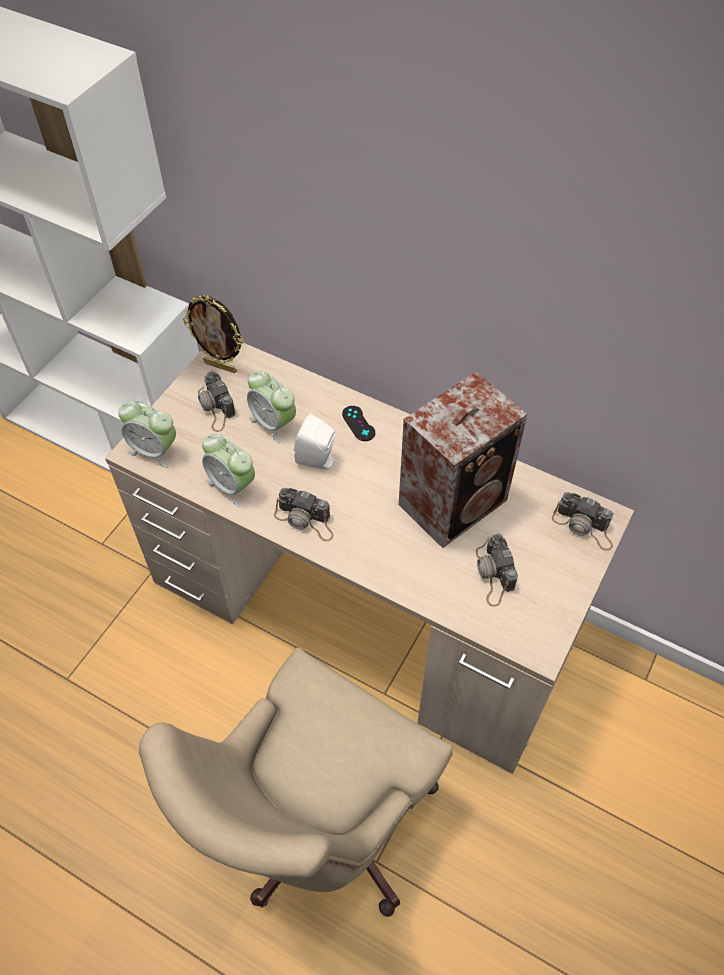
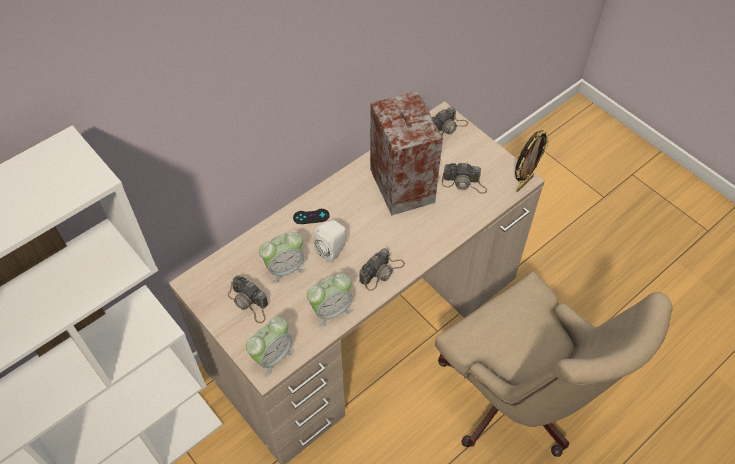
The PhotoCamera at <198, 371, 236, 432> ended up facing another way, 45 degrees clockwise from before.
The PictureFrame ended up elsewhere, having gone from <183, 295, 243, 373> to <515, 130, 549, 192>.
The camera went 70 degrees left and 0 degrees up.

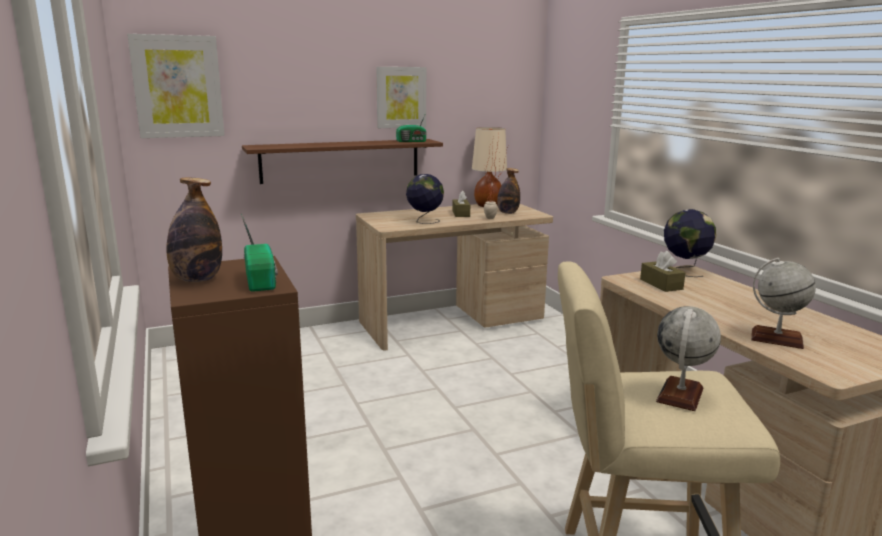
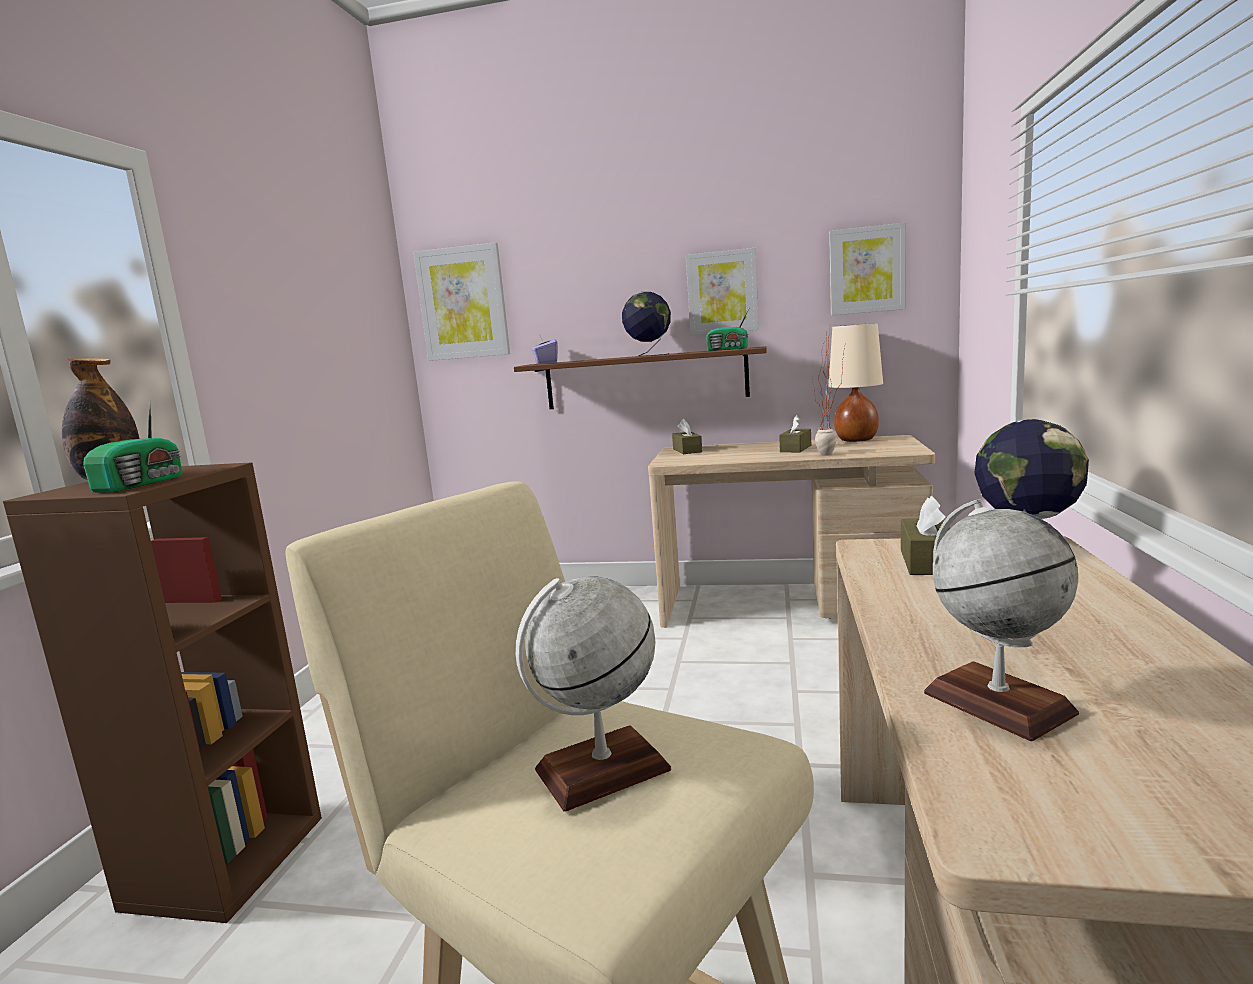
The second view gained the PurpleTissueBox at <531, 334, 558, 364>.
The Globe ended up elsewhere, having gone from <406, 174, 444, 224> to <622, 292, 671, 356>.
The second view gained the BrownTissueBox at <672, 419, 702, 454>.
The second view gained the Picture at <829, 223, 906, 315>.
The second view lost the Bottle at <497, 168, 520, 214>.
The camera went 35 degrees right and 5 degrees down.

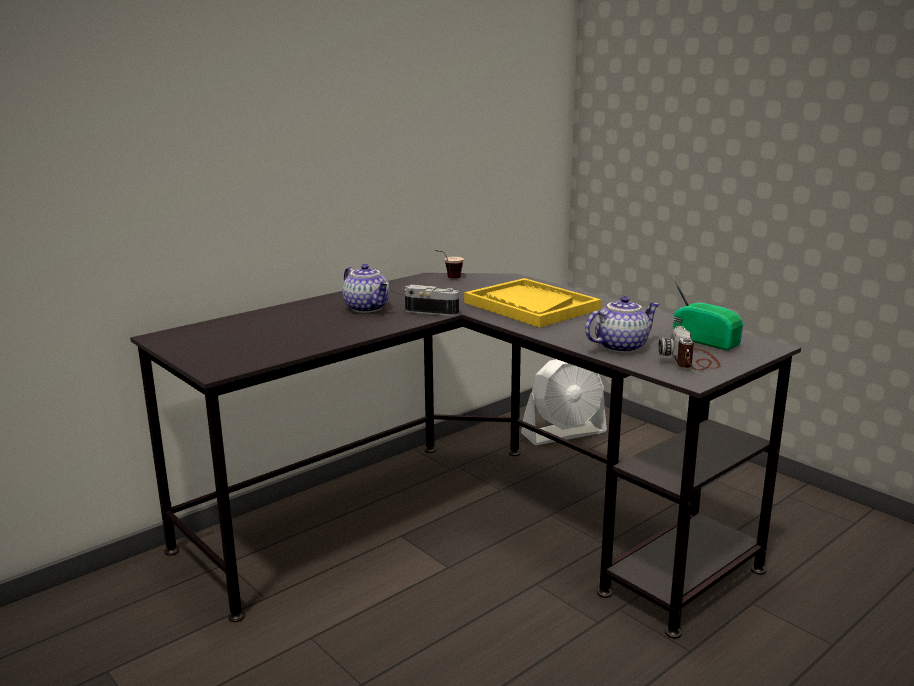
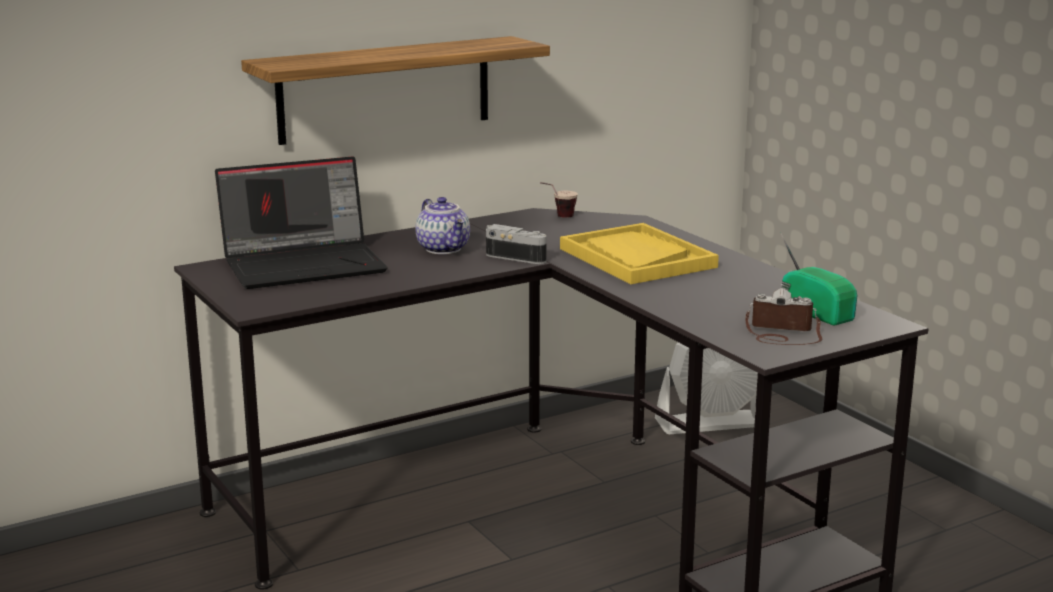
The second view gained the Laptop at <215, 156, 388, 289>.
The second view gained the Shelf at <241, 36, 550, 145>.
The PhotoCamera at <658, 326, 721, 370> ended up facing another way, 90 degrees clockwise from before.
The second view lost the Teapot at <585, 296, 660, 353>.
The camera went 10 degrees right and 0 degrees up.

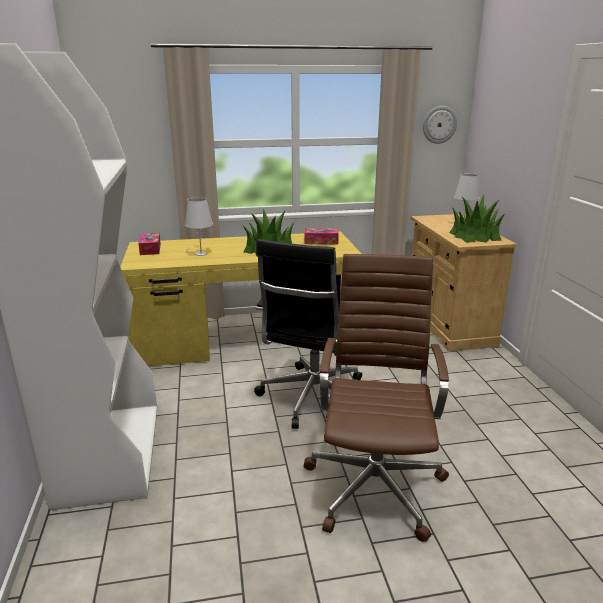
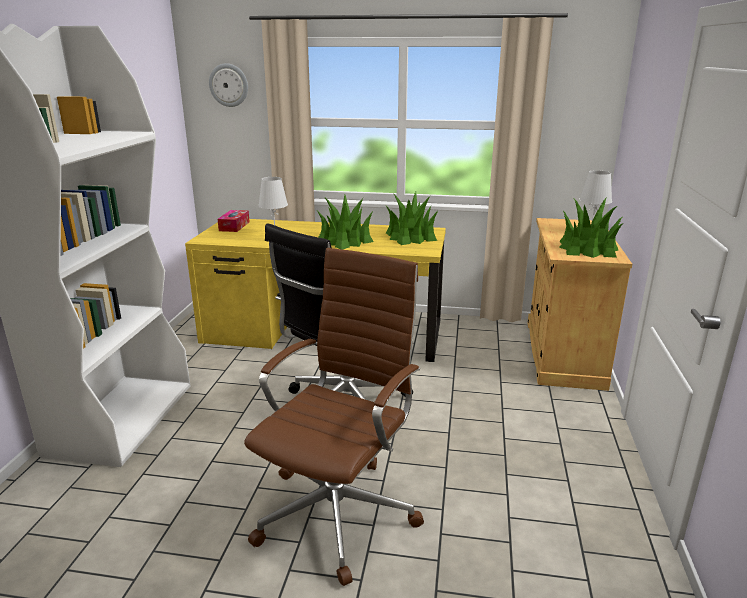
The WallClock ended up elsewhere, having gone from <423, 106, 457, 144> to <209, 63, 248, 107>.
Where the TissueBox stood at <305, 228, 339, 245>, the PottedPlant came to stand at <386, 192, 438, 245>.
The camera went 20 degrees right and 0 degrees up.

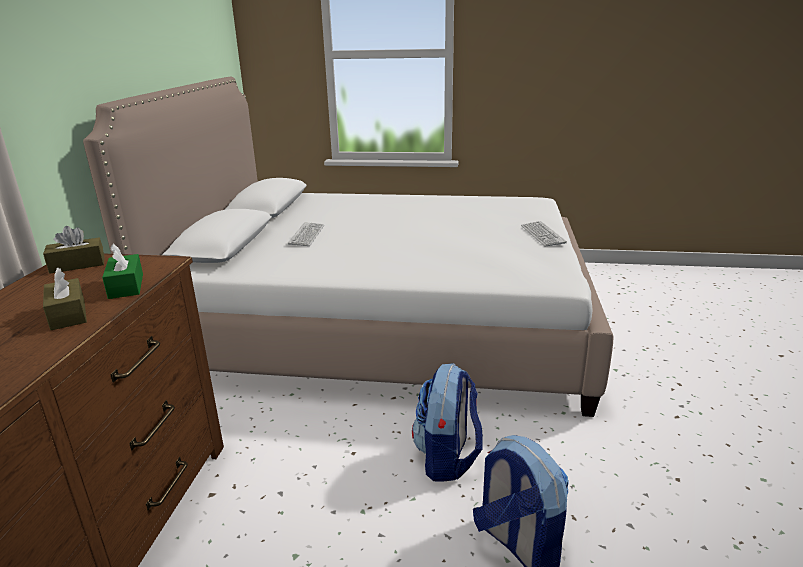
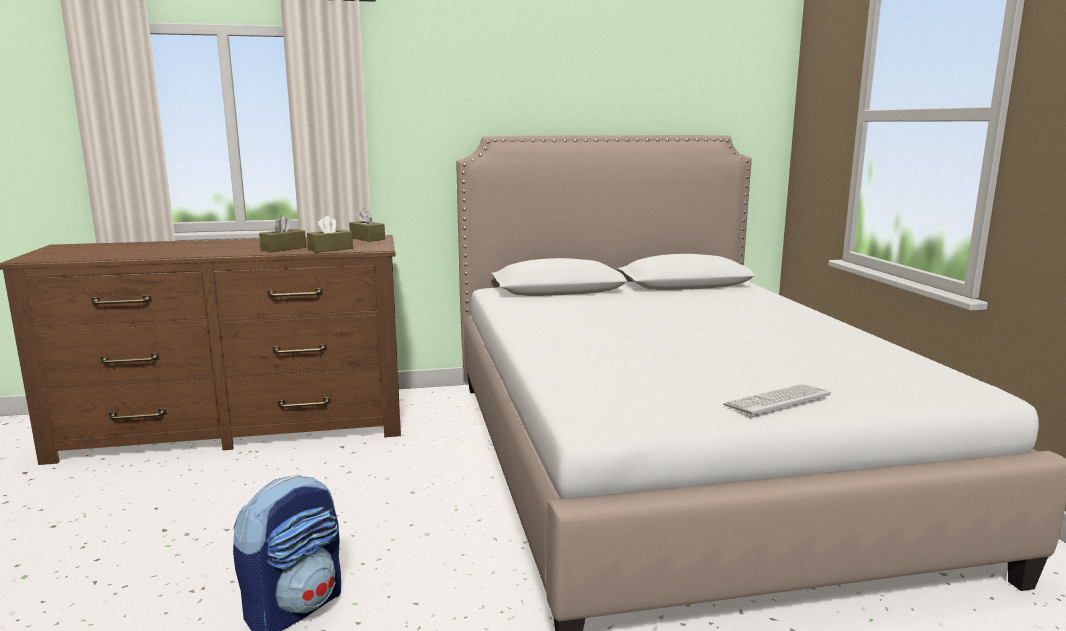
What was the GreenTissueBox at <102, 244, 143, 299> turned into the BrownTissueBox at <307, 216, 353, 253>.
The second view lost the Keyboard at <288, 222, 324, 246>.
The second view lost the Backpack at <412, 364, 483, 482>.
The camera went 70 degrees right and 10 degrees down.

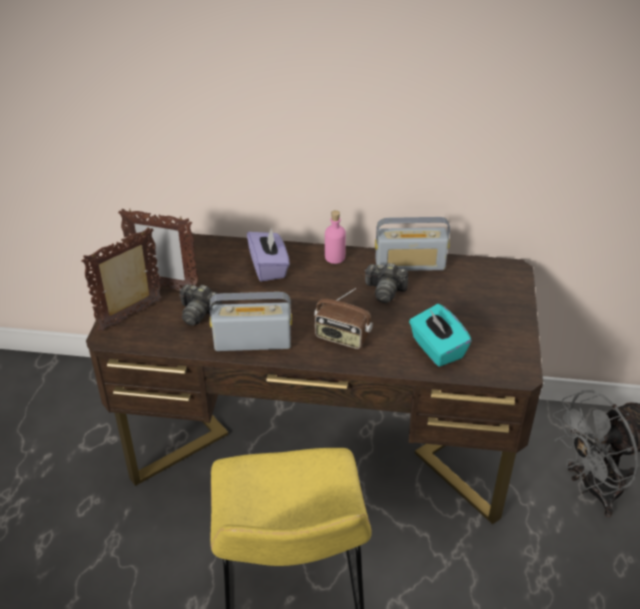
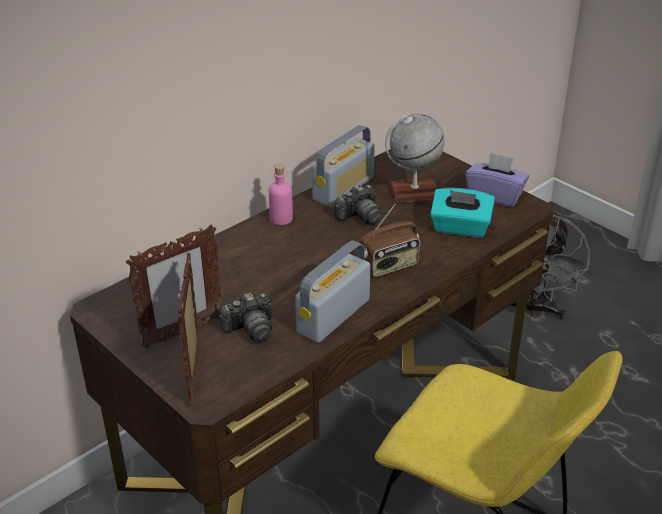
The second view gained the Globe at <385, 114, 445, 204>.
The PurpleTissueBox ended up elsewhere, having gone from <247, 227, 290, 282> to <465, 152, 529, 207>.
The camera went 50 degrees left and 5 degrees down.

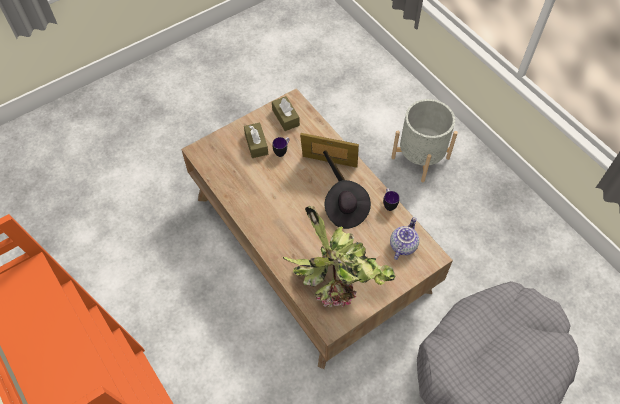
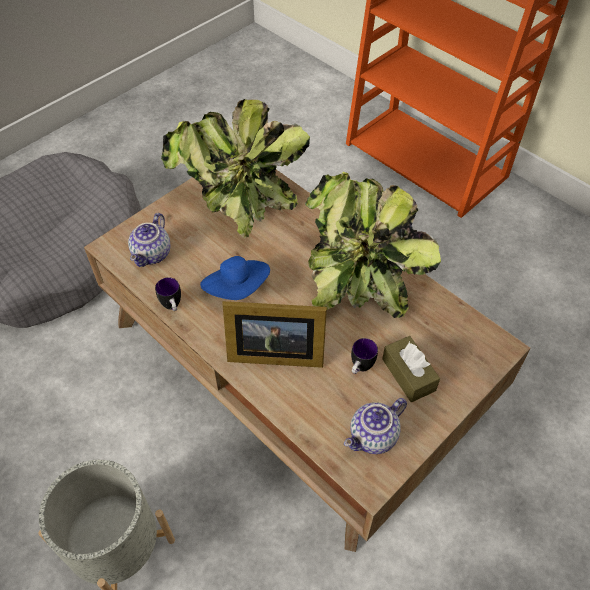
What was the BlackHat at <325, 180, 371, 229> turned into the BlueHat at <200, 256, 270, 300>.
The second view gained the PottedPlant at <305, 172, 441, 318>.
Where the BrownTissueBox stood at <272, 96, 300, 131>, the Teapot came to stand at <344, 398, 407, 454>.
The camera went 170 degrees right and 5 degrees down.

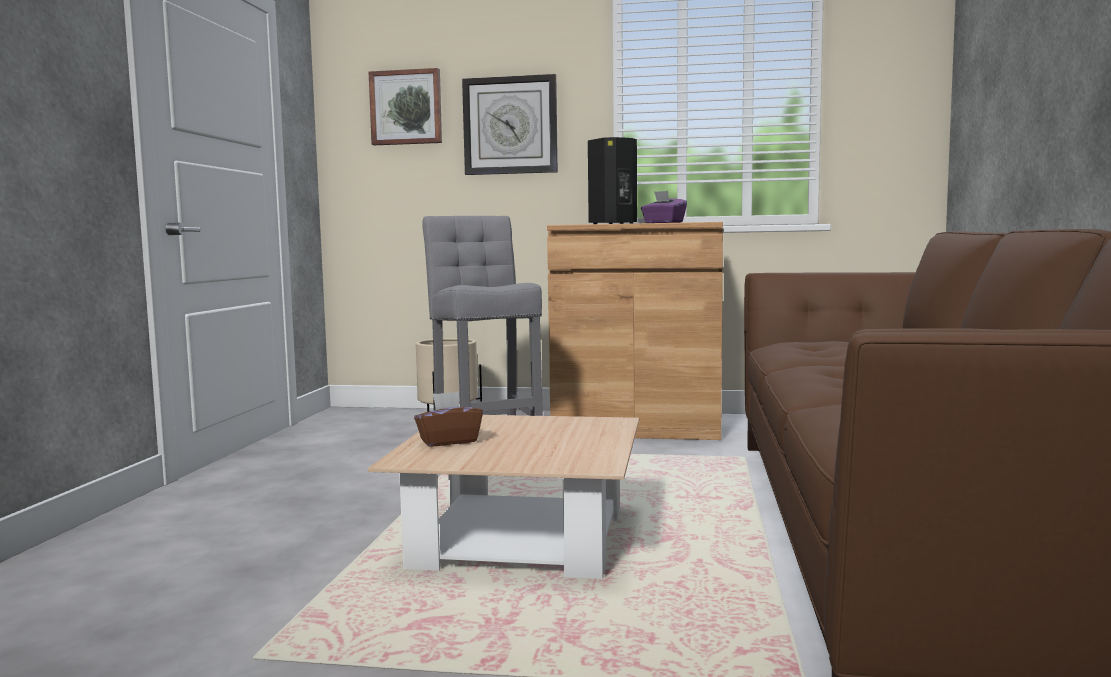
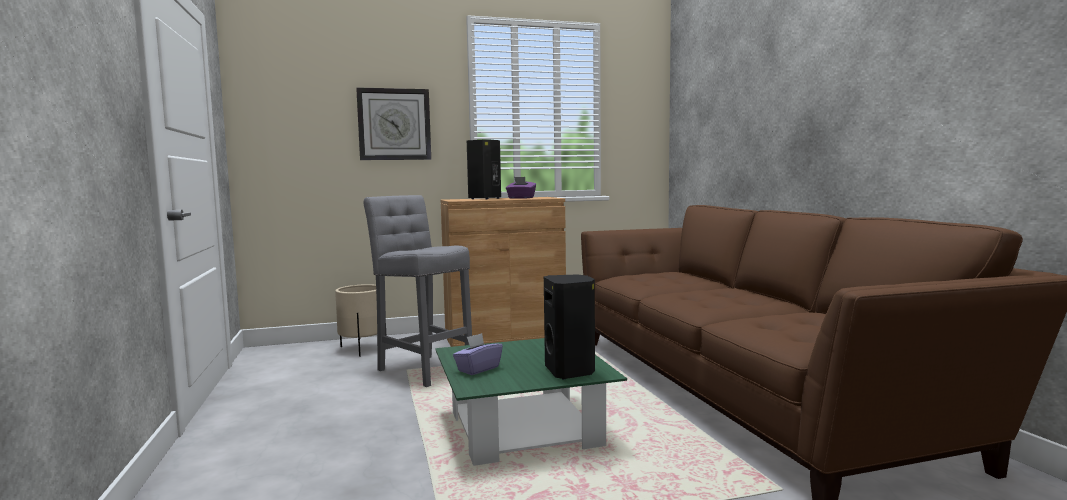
What was the BeigeCoffeeTable at <368, 415, 639, 579> turned into the GreenCoffeeTable at <435, 338, 627, 466>.
What was the BrownTissueBox at <414, 391, 483, 446> turned into the PurpleTissueBox at <453, 333, 503, 375>.
The second view gained the BlackSpeaker at <544, 274, 595, 379>.
The second view lost the Picture at <368, 68, 442, 145>.
The camera went 25 degrees left and 0 degrees up.

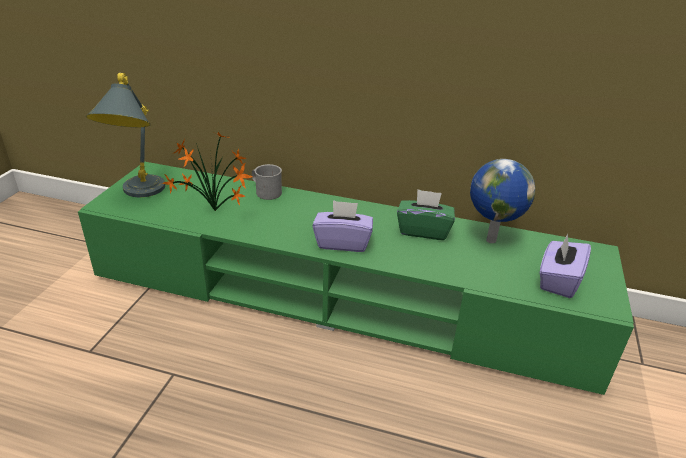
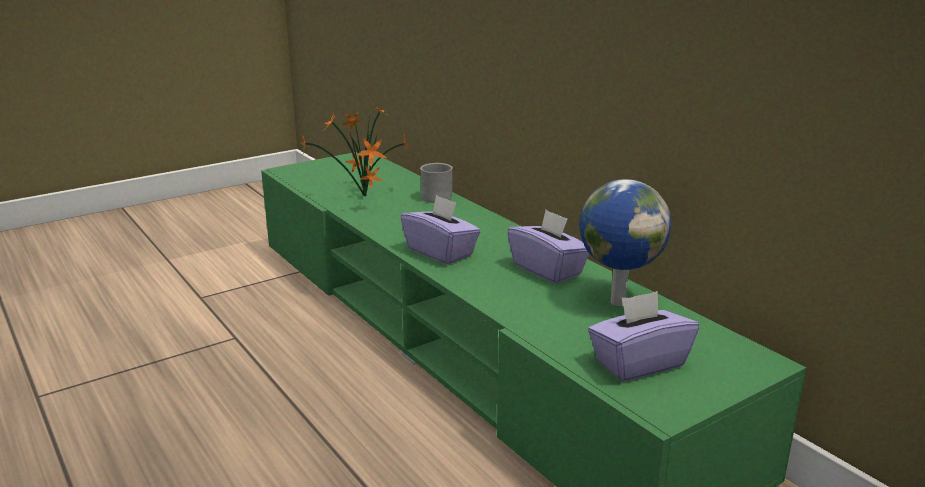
What was the GreenTissueBox at <397, 189, 455, 240> turned into the PurpleTissueBox at <507, 209, 590, 284>.
The second view lost the GreyTableLamp at <86, 73, 165, 197>.
The camera went 40 degrees right and 10 degrees down.

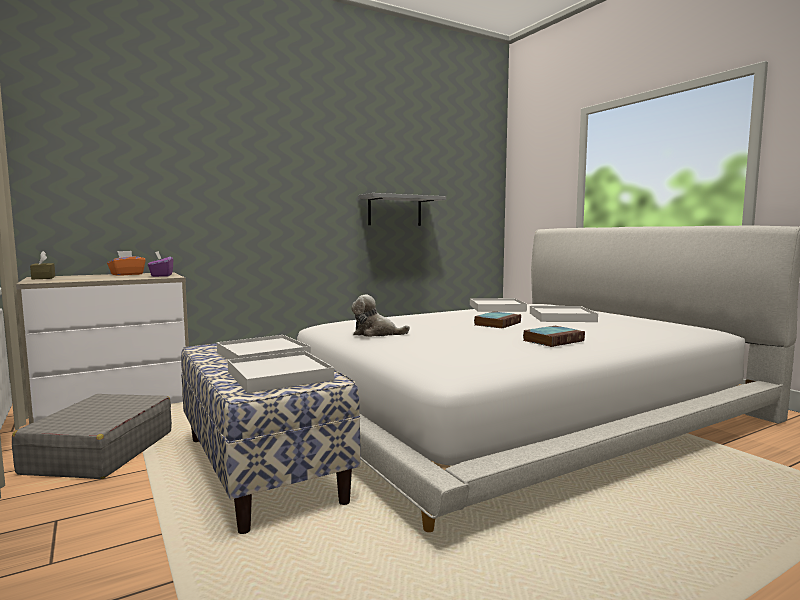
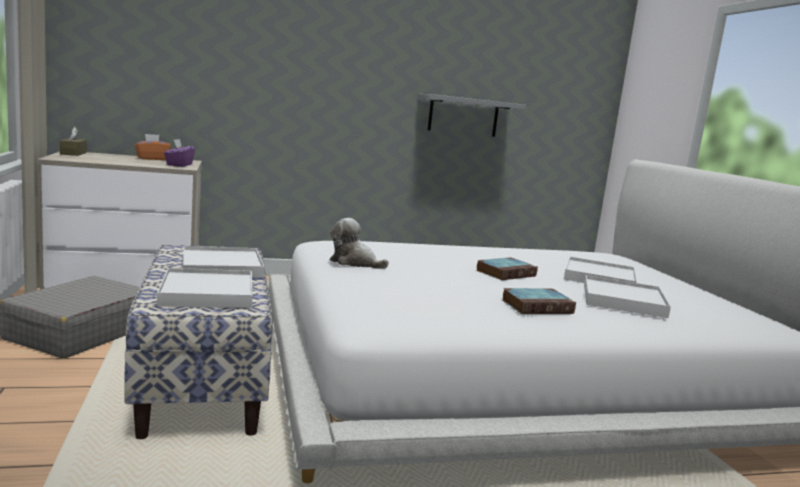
The WhiteTray ended up elsewhere, having gone from <470, 298, 527, 312> to <584, 275, 671, 318>.
The camera went 15 degrees right and 5 degrees up.

